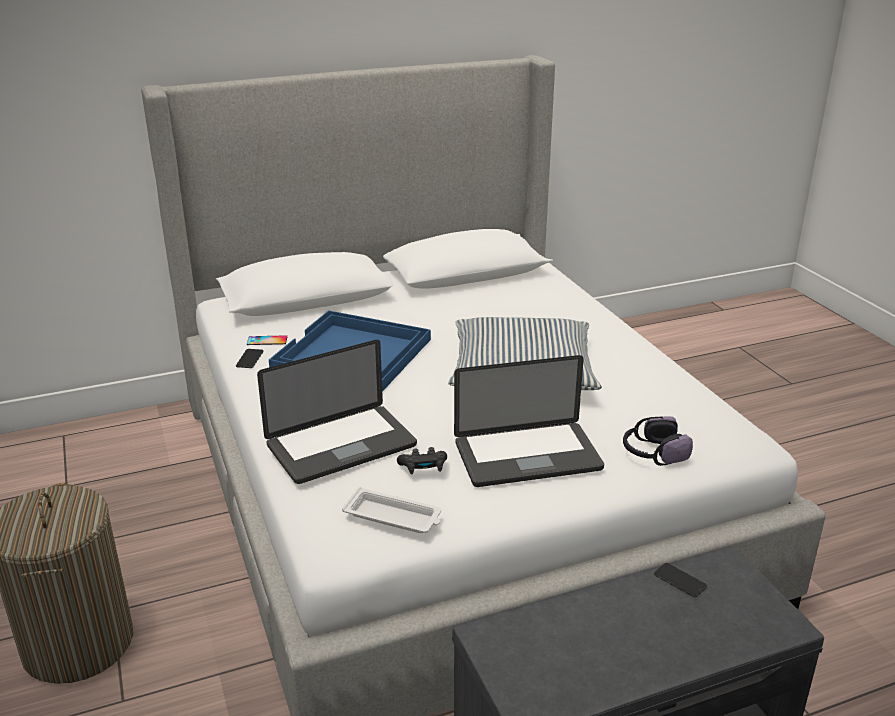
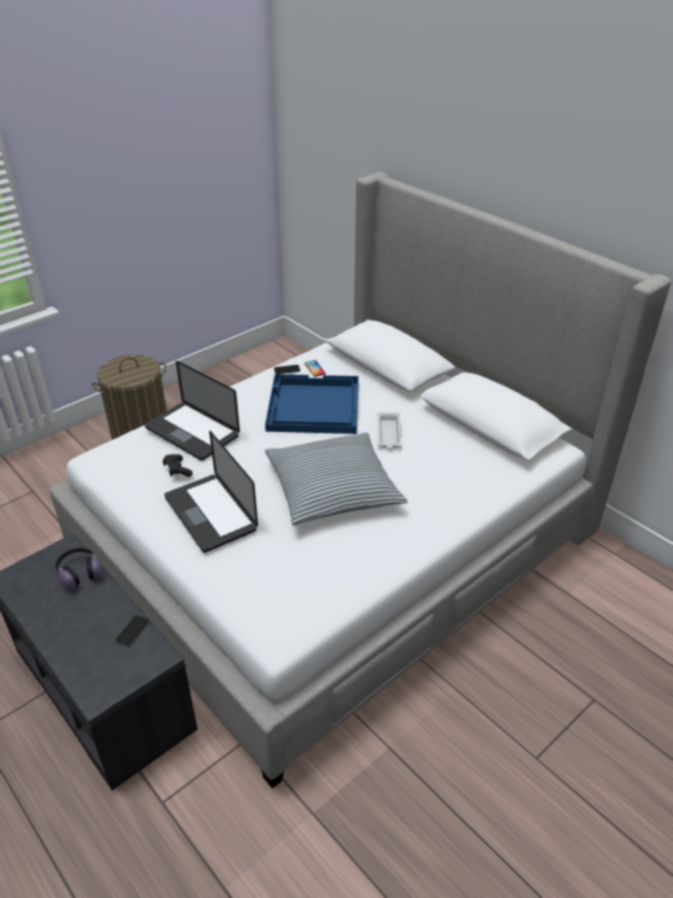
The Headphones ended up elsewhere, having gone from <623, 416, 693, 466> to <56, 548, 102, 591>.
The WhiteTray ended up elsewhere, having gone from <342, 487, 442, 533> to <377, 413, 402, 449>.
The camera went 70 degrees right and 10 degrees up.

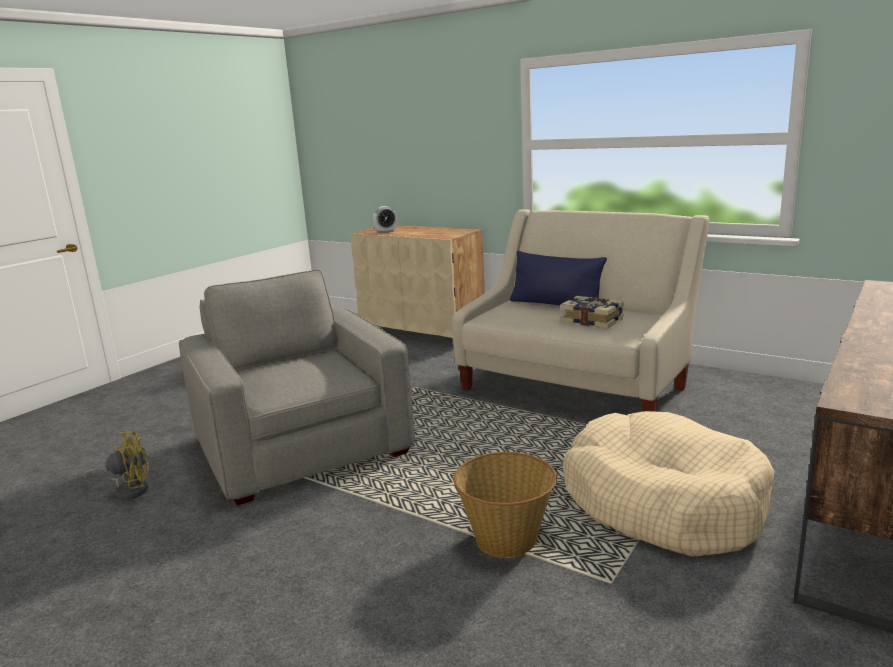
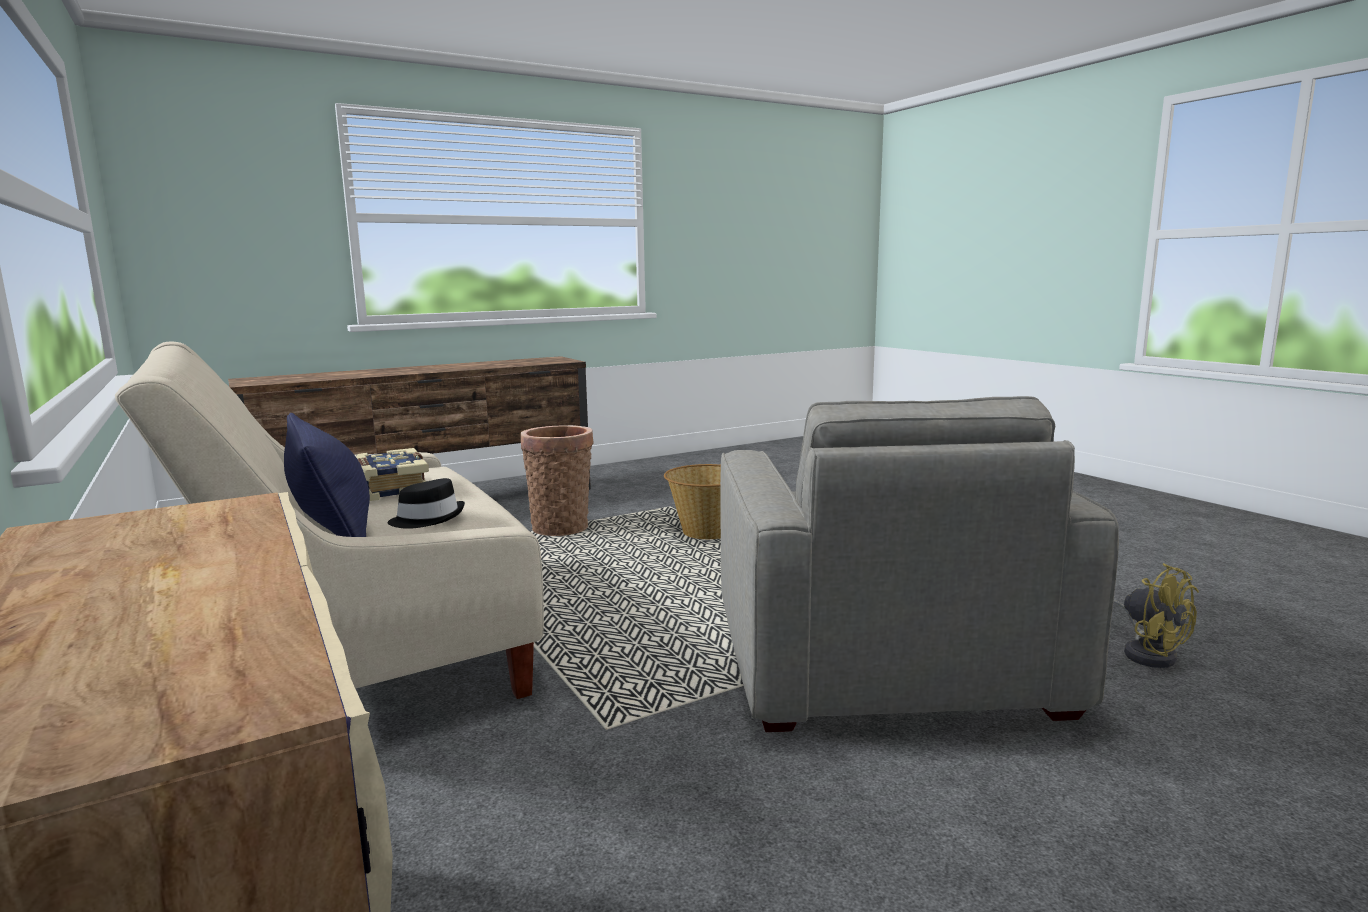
The second view gained the BlackHat at <387, 478, 465, 529>.
Where the BeigeDogBed stood at <563, 411, 775, 557>, the Basket came to stand at <521, 425, 594, 536>.
The YellowFan at <84, 431, 149, 500> ended up facing another way, 135 degrees counterclockwise from before.
The second view lost the AlarmClock at <373, 206, 397, 233>.
The camera went 155 degrees left and 5 degrees down.

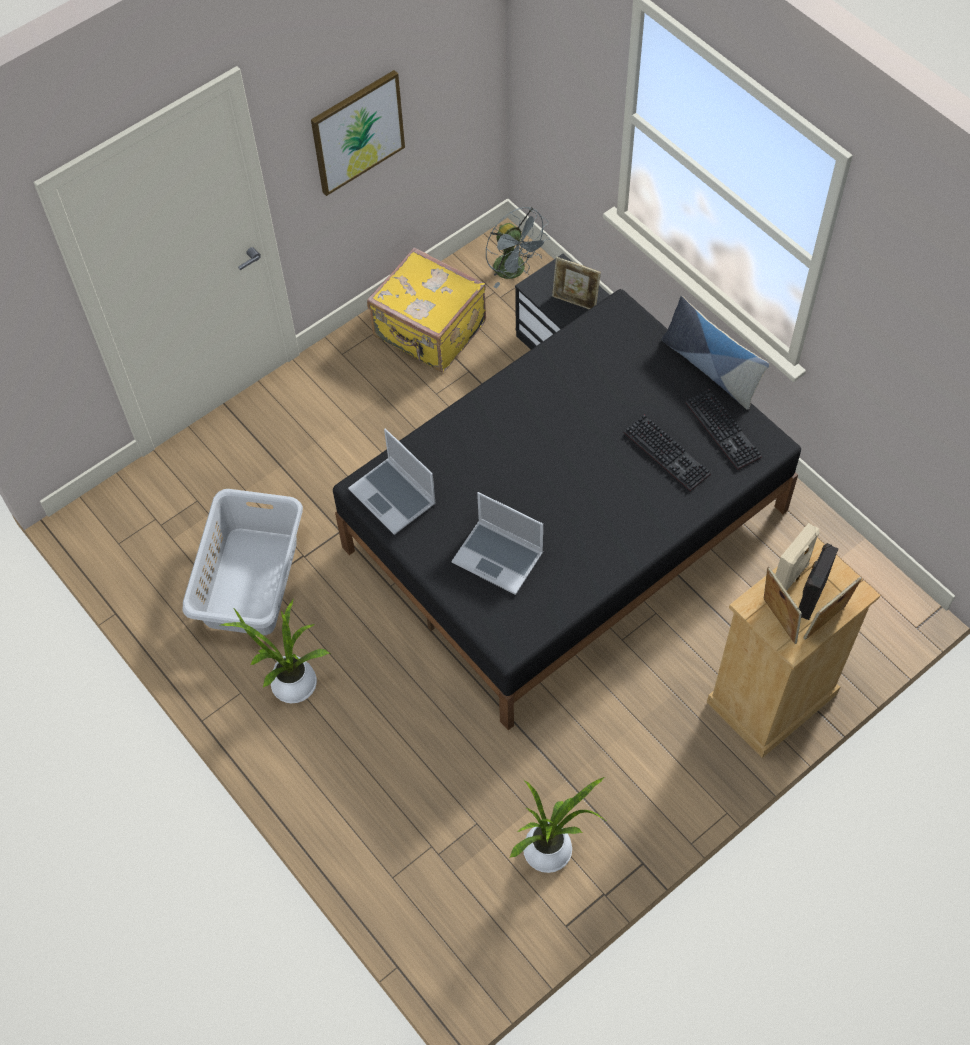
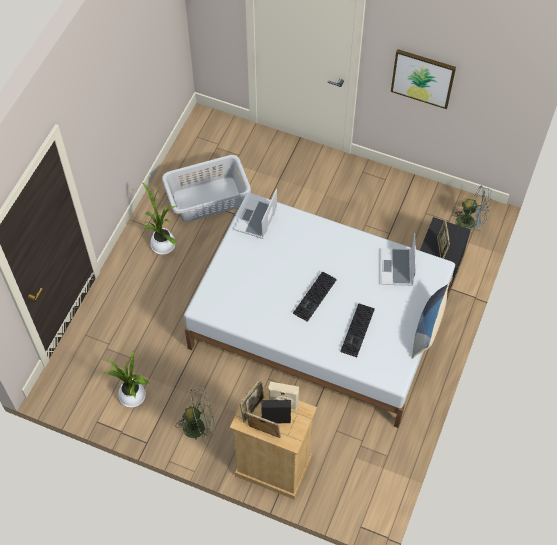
The second view gained the GreenFan at <176, 387, 215, 444>.
What was the BlackBed at <333, 289, 801, 730> turned into the WhiteBed at <184, 193, 455, 428>.
The Keyboard ended up elsewhere, having gone from <685, 389, 762, 470> to <293, 272, 337, 322>.
The Laptop ended up elsewhere, having gone from <452, 492, 543, 595> to <381, 233, 416, 286>.
The GreyFan at <485, 207, 550, 288> ended up facing another way, 90 degrees counterclockwise from before.
The second view lost the YellowSuitcase at <367, 248, 486, 372>.
The camera went 60 degrees right and 0 degrees up.

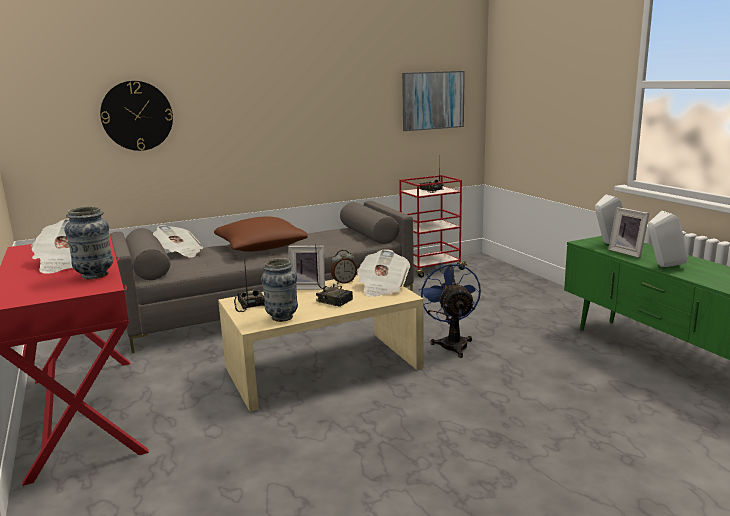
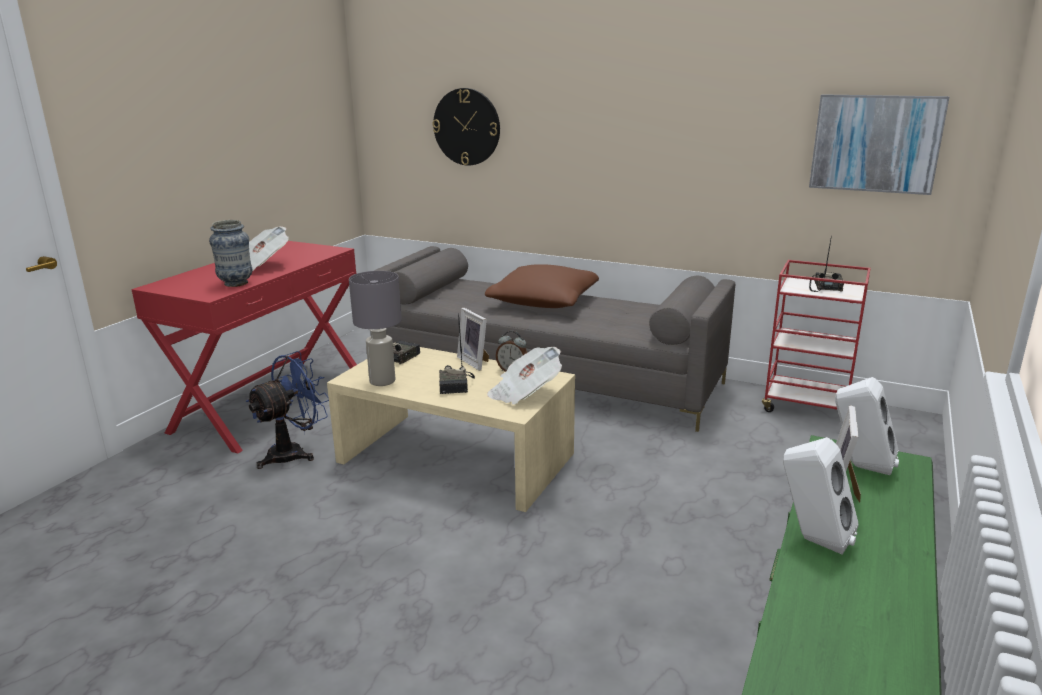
The BlueFan ended up elsewhere, having gone from <419, 262, 481, 358> to <245, 351, 329, 469>.
Where the Vase stood at <261, 258, 298, 322>, the GreyTableLamp came to stand at <349, 271, 402, 386>.
The second view lost the Newspaper at <153, 225, 203, 258>.
The camera went 50 degrees right and 5 degrees up.

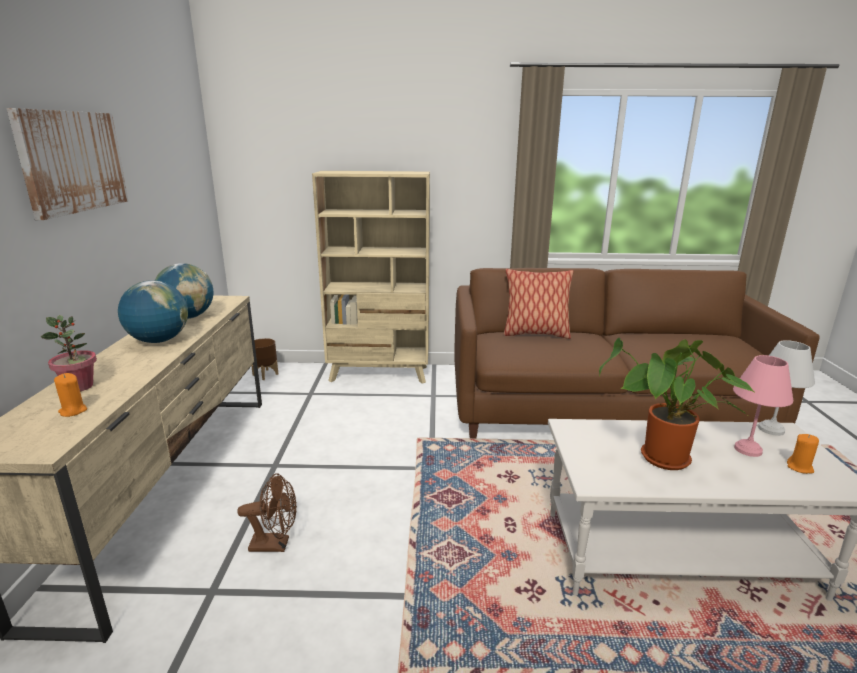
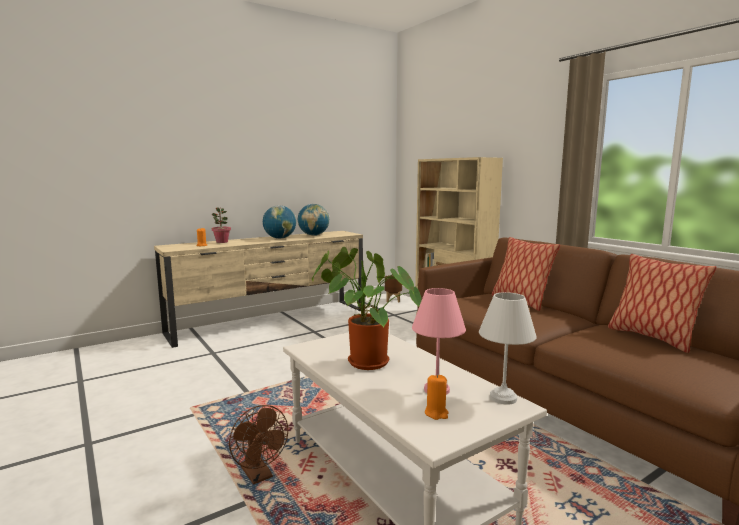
The BrownFan ended up elsewhere, having gone from <237, 473, 297, 552> to <229, 405, 288, 485>.
The second view gained the Pillow at <608, 254, 716, 353>.
The second view lost the Picture at <6, 108, 128, 220>.
The camera went 55 degrees right and 10 degrees down.

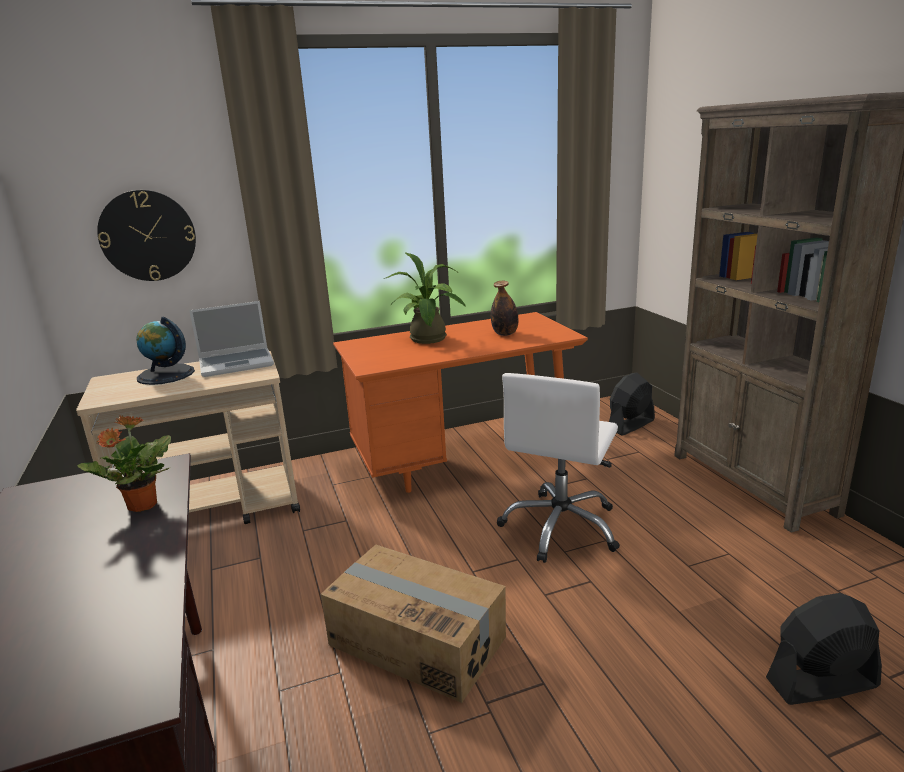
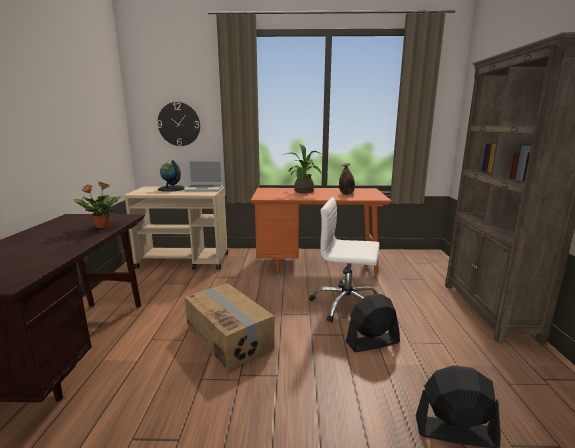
The WhiteOfficeChair at <497, 373, 620, 563> ended up facing another way, 60 degrees clockwise from before.
The BlackFan ended up elsewhere, having gone from <609, 373, 655, 436> to <346, 294, 400, 352>.
The camera went 20 degrees right and 5 degrees down.

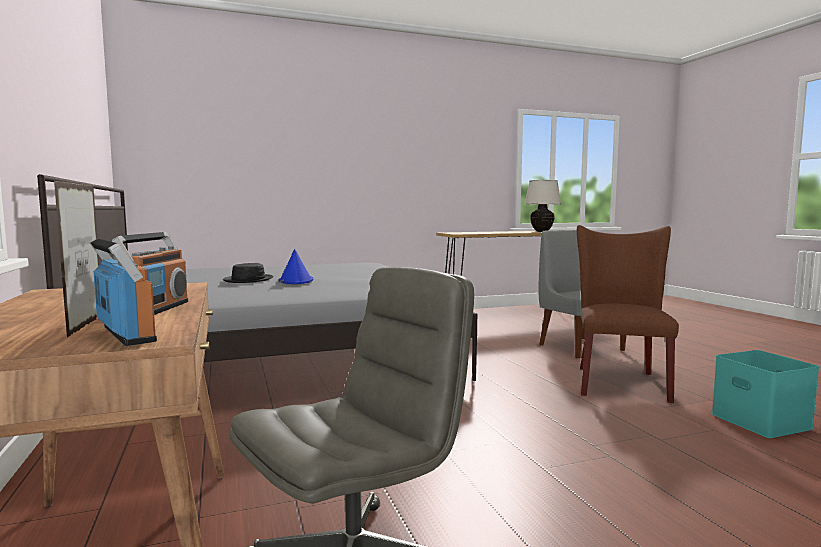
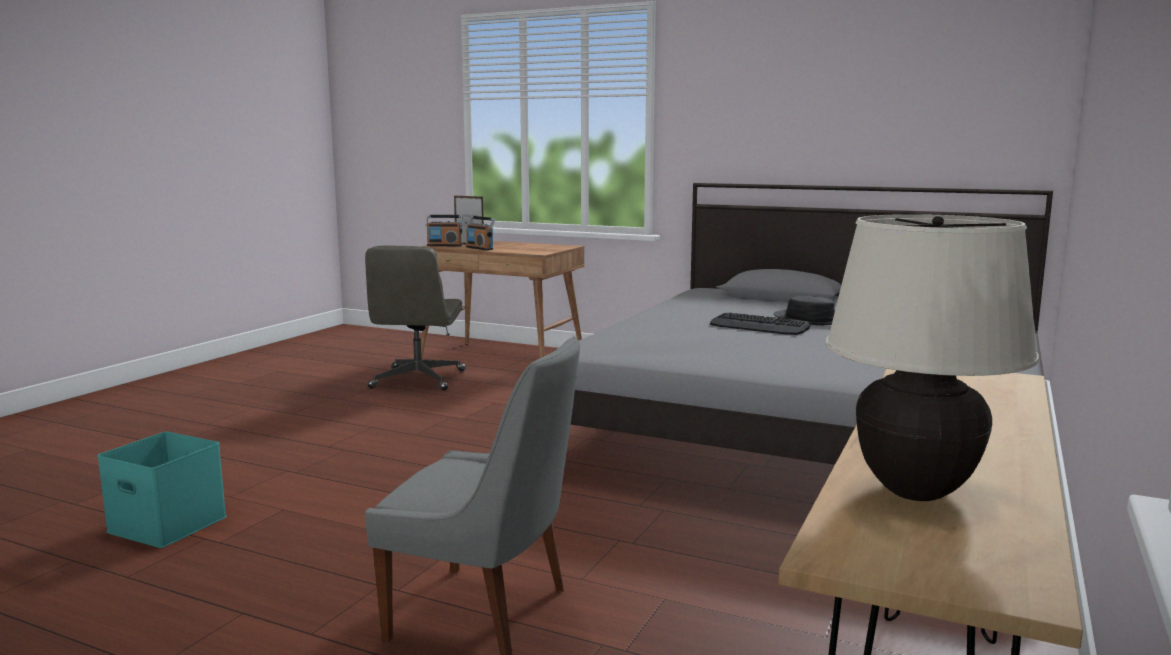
Where the BlueHat stood at <279, 249, 314, 284>, the Keyboard came to stand at <710, 313, 811, 335>.
The second view lost the BrownChair at <577, 225, 679, 403>.
The camera went 135 degrees right and 5 degrees up.

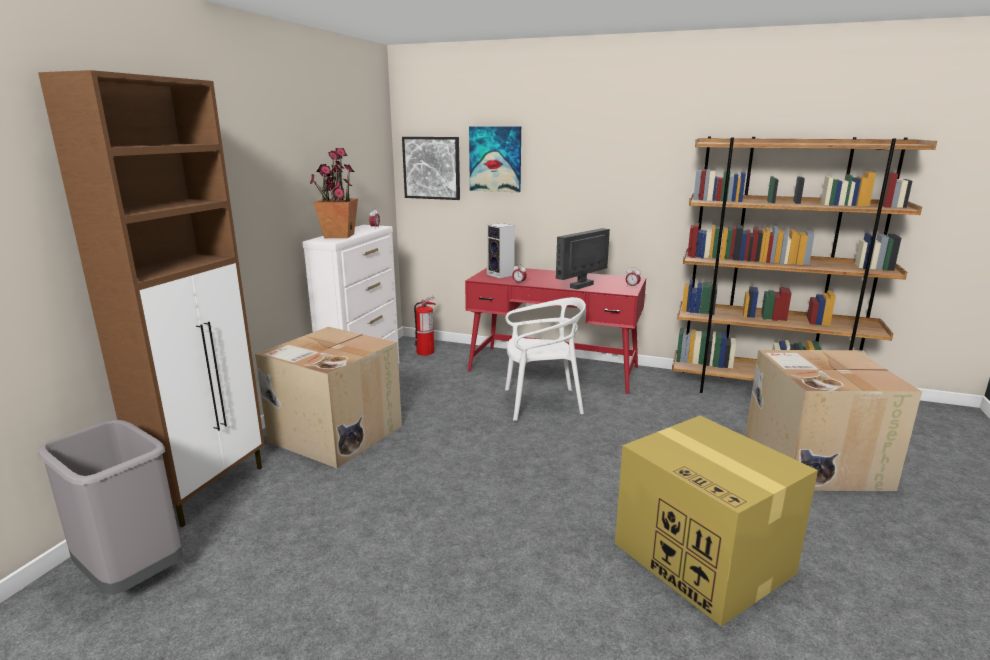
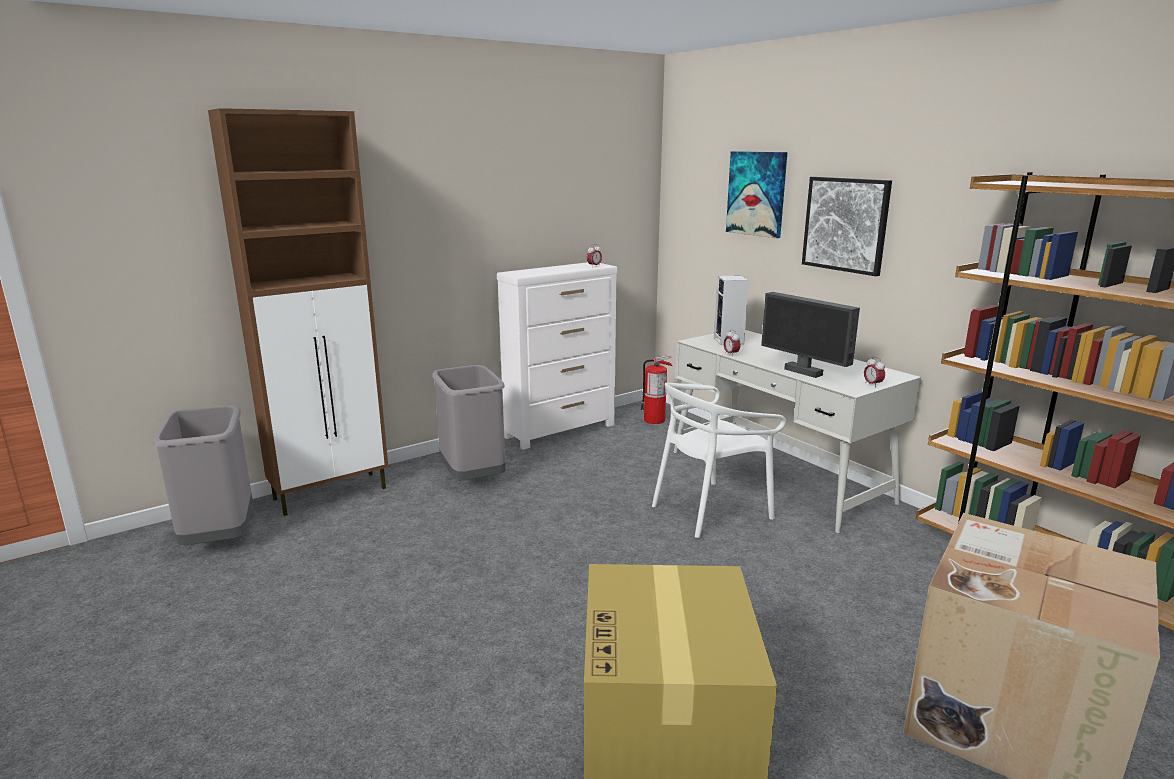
Where the CardboardBox stood at <255, 327, 402, 468>, the GreyTrashCan came to stand at <432, 365, 506, 480>.
The WhiteChair at <505, 297, 586, 421> ended up facing another way, 120 degrees clockwise from before.
What was the RedDesk at <465, 268, 646, 394> turned into the WhiteDesk at <674, 330, 921, 533>.
The Monitor at <556, 228, 610, 289> ended up facing another way, 120 degrees counterclockwise from before.
The Picture ended up elsewhere, having gone from <402, 137, 460, 200> to <802, 177, 892, 276>.
The second view lost the PottedPlant at <310, 148, 358, 238>.
The camera went 35 degrees right and 0 degrees up.

